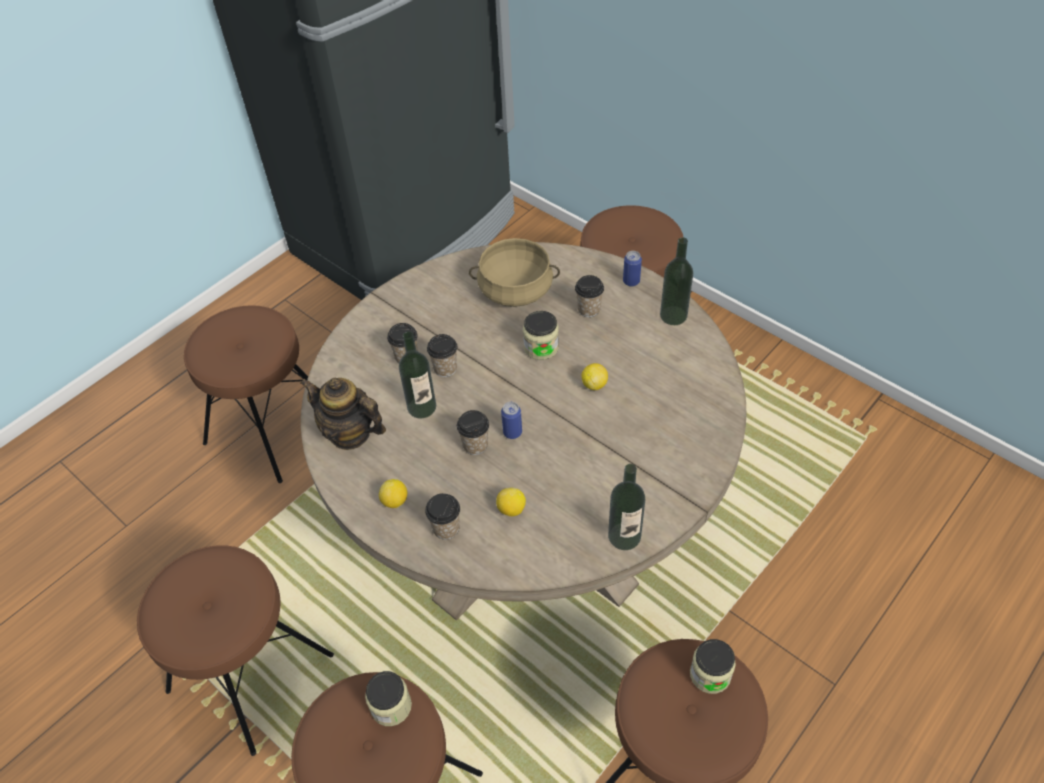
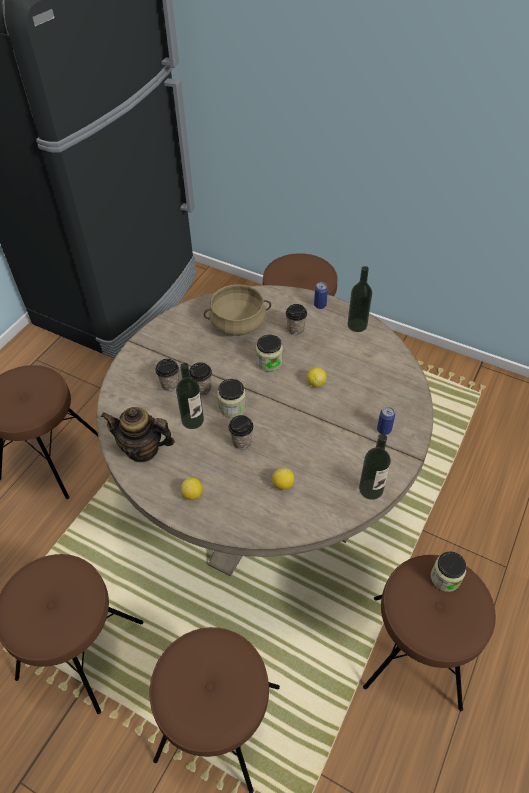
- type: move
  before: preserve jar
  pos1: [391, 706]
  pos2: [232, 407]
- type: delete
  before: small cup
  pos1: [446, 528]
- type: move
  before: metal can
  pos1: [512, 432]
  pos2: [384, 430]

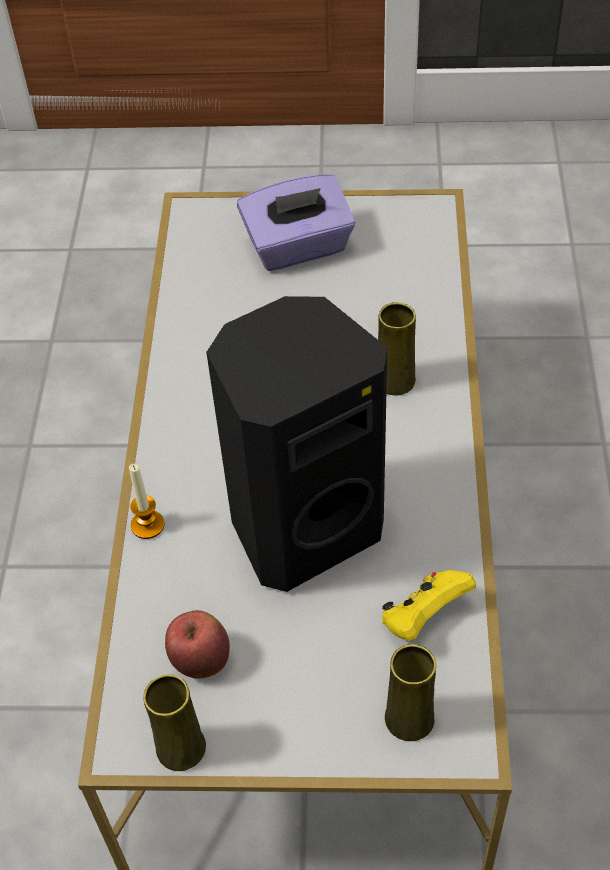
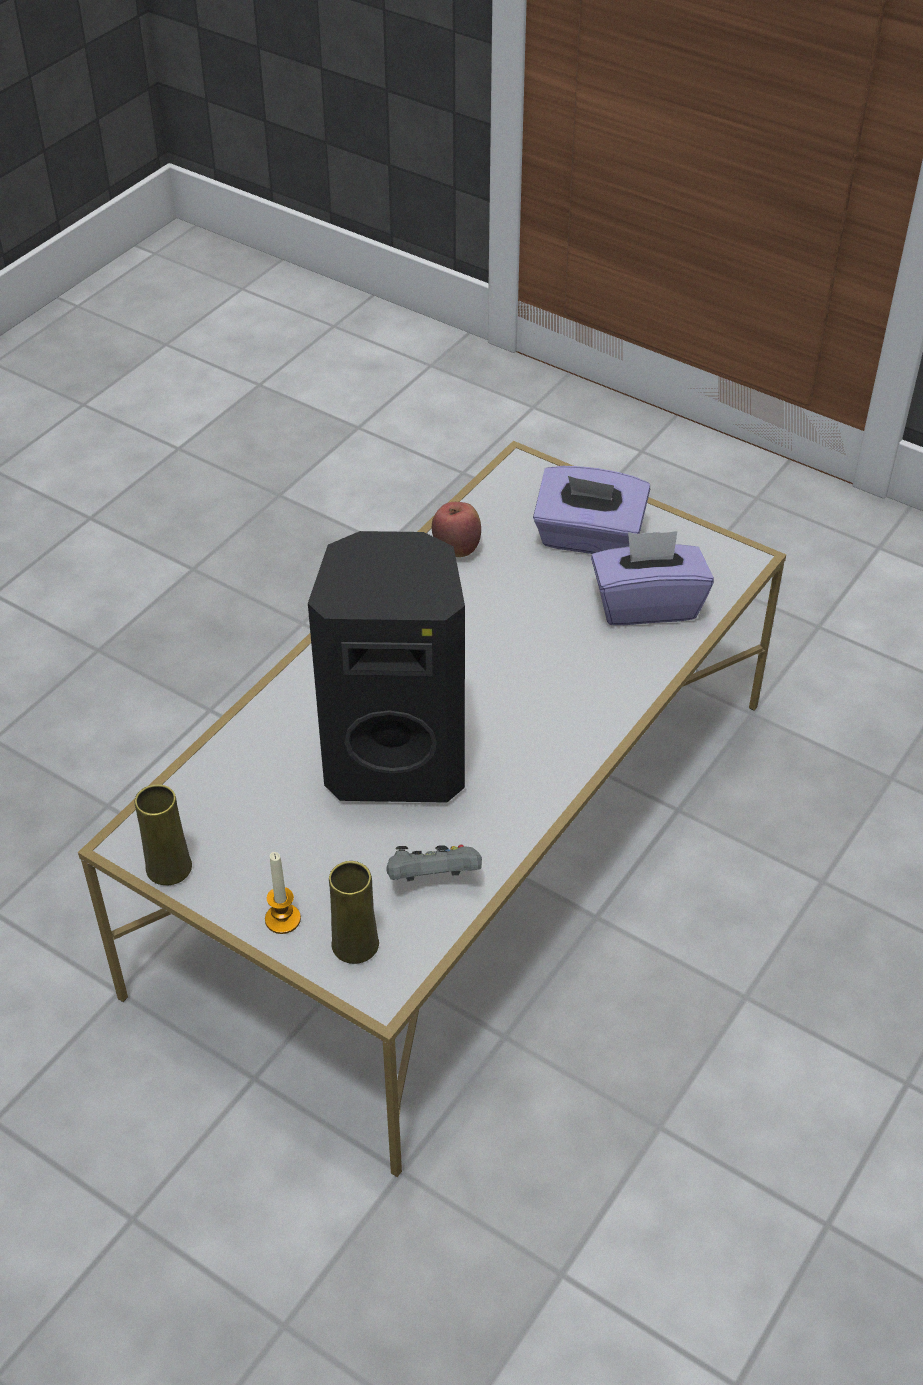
- type: move
  before: wax light
  pos1: [147, 525]
  pos2: [283, 919]
- type: move
  before: whole apple
  pos1: [200, 661]
  pos2: [457, 549]
- type: delete
  before: vase (yellowish)
  pos1: [395, 380]
- type: recolor
  before: joypad (yellowish)
  after: joypad (greyish)
  pos1: [423, 617]
  pos2: [433, 879]
- type: insert
  after: tissue box (purple-coloured)
  pos2: [647, 604]

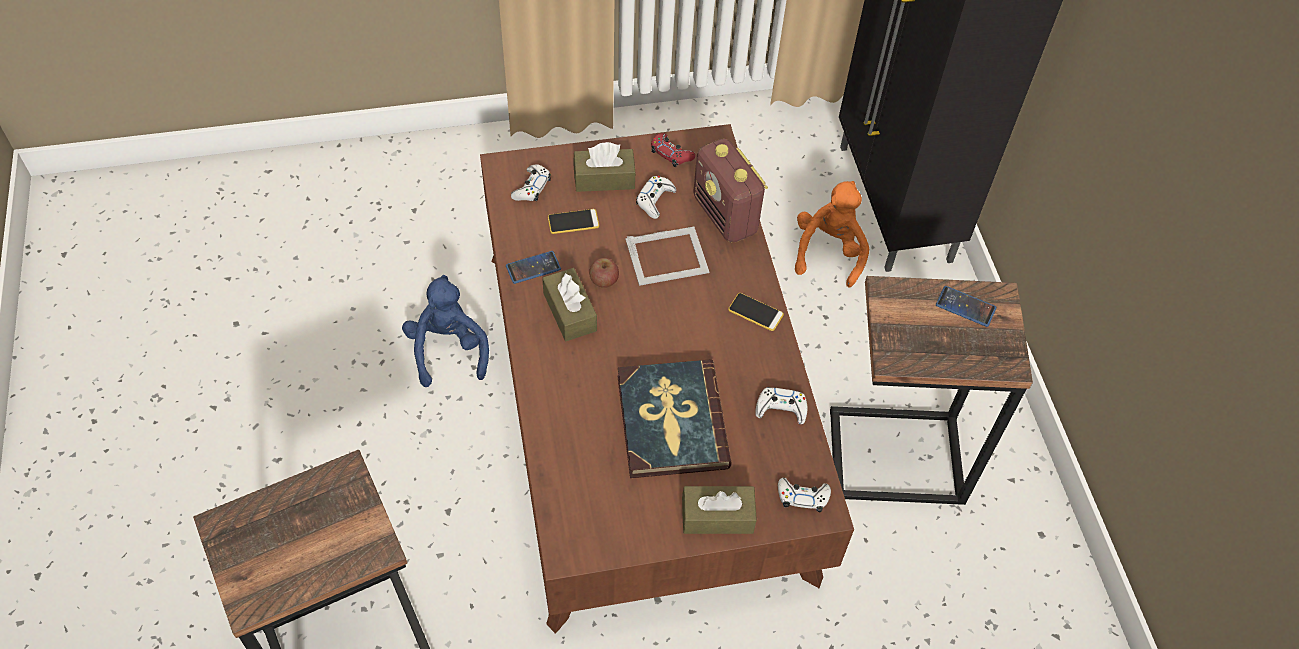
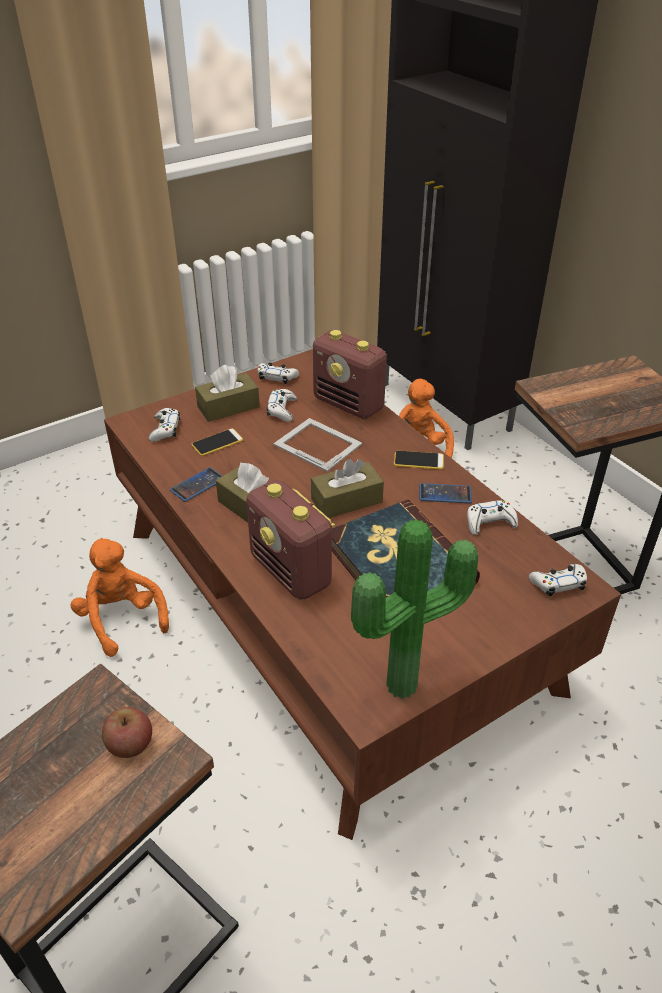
- type: recolor
  before: soft toy (bluish)
  after: soft toy (orangey)
  pos1: [448, 349]
  pos2: [122, 619]
- type: move
  before: whole apple
  pos1: [604, 280]
  pos2: [130, 744]
- type: rotate
  before: standing frame
  pos1: [668, 256]
  pos2: [317, 444]
  turn: -105
- type: recolor
  before: joypad (reddish)
  after: joypad (white-coloured)
  pos1: [671, 154]
  pos2: [277, 377]
- type: move
  before: tissue box (brown)
  pos1: [717, 516]
  pos2: [346, 501]
- type: move
  before: handset
  pos1: [965, 307]
  pos2: [445, 494]
- type: insert
  after: radio receiver
  pos2: [292, 572]
- type: insert
  after: houseplant
  pos2: [406, 689]

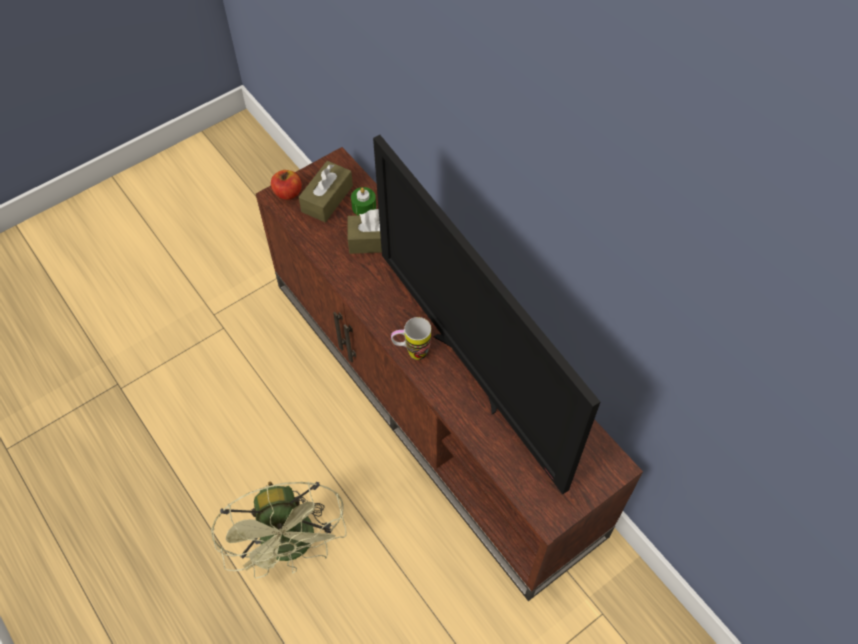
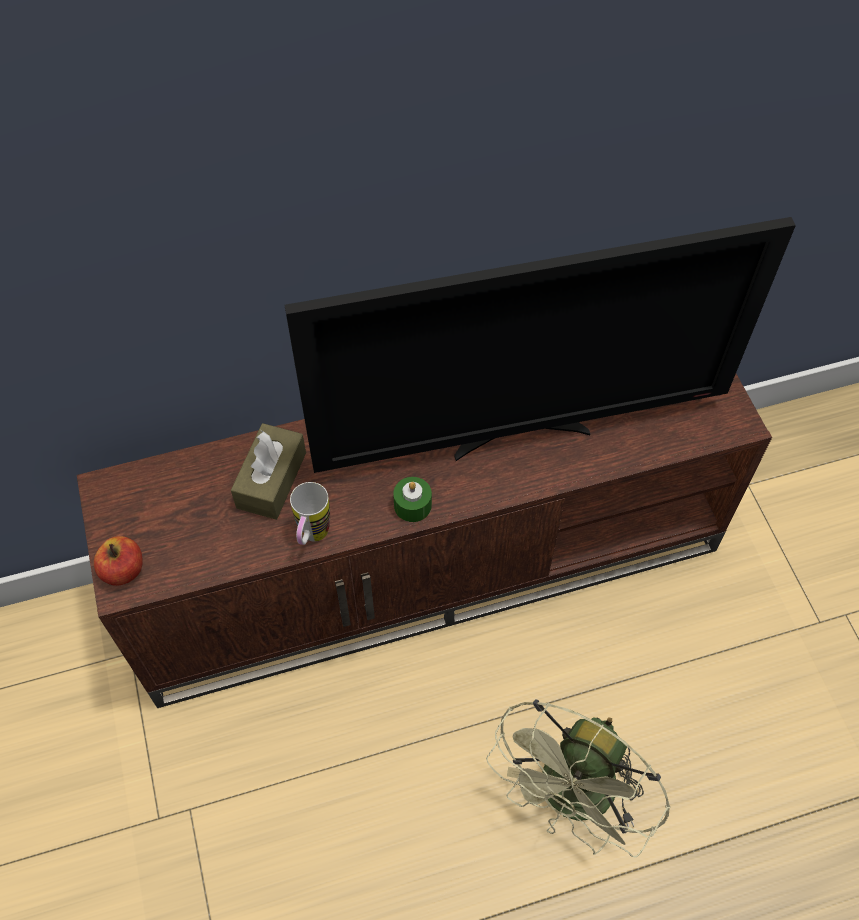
- type: rotate
  before: fan (green)
  pos1: [292, 546]
  pos2: [572, 801]
  turn: 120
- type: delete
  before: tissue box (brown)
  pos1: [327, 198]
- type: move
  before: wax light (green)
  pos1: [364, 207]
  pos2: [412, 505]
- type: move
  before: tea mug
  pos1: [411, 352]
  pos2: [312, 538]

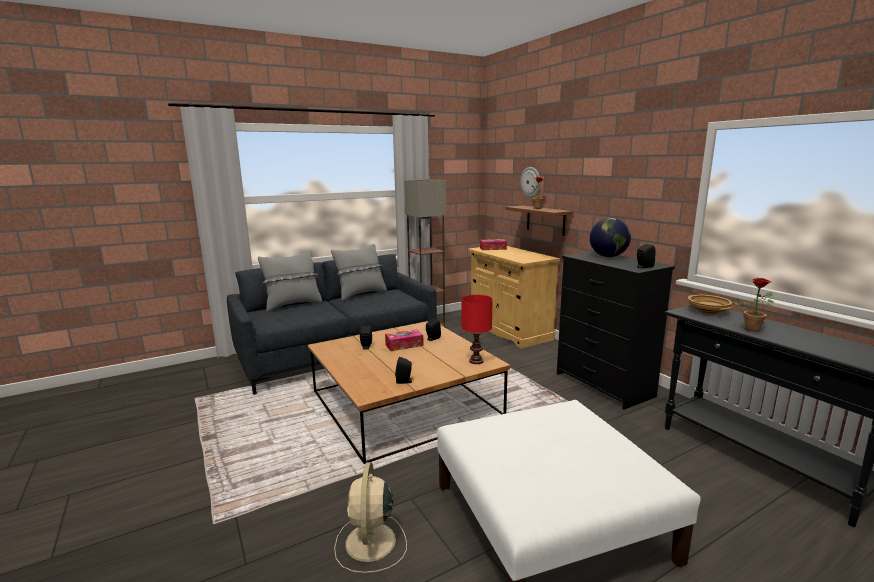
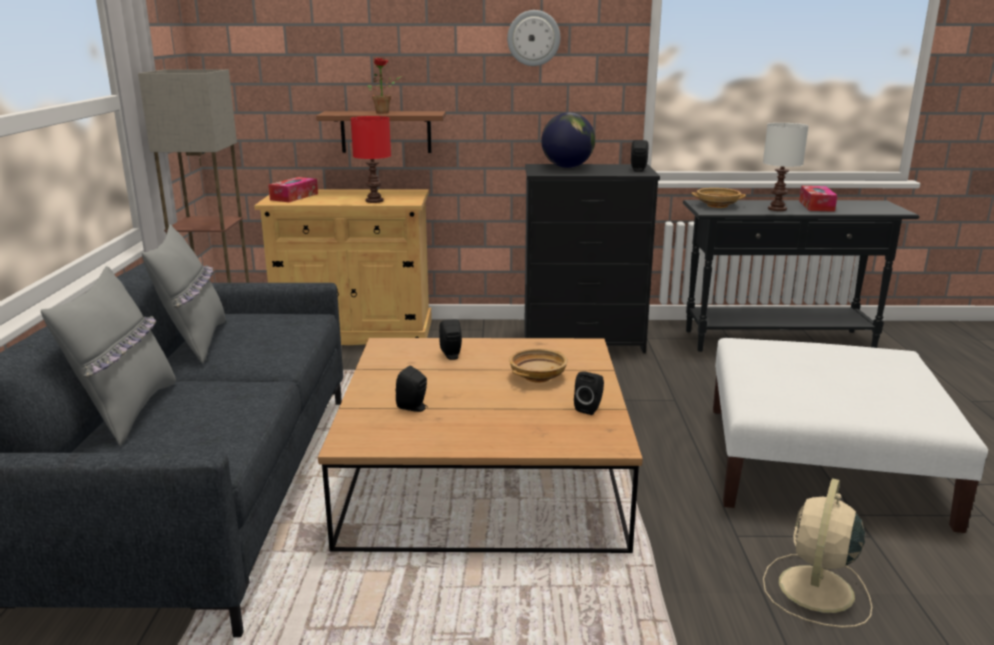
- type: rotate
  before: fan (sand-coloured)
  pos1: [370, 543]
  pos2: [815, 591]
  turn: 90
- type: move
  before: tissue box
  pos1: [404, 345]
  pos2: [816, 206]
- type: move
  before: lamp for a table (reddish)
  pos1: [476, 361]
  pos2: [374, 201]
- type: move
  before: hanging clock
  pos1: [531, 182]
  pos2: [533, 38]
- type: replace
  before: houseplant
  after: lamp for a table (white-coloured)
  pos1: [752, 328]
  pos2: [777, 209]
- type: insert
  after: bowl (sand-coloured)
  pos2: [538, 376]

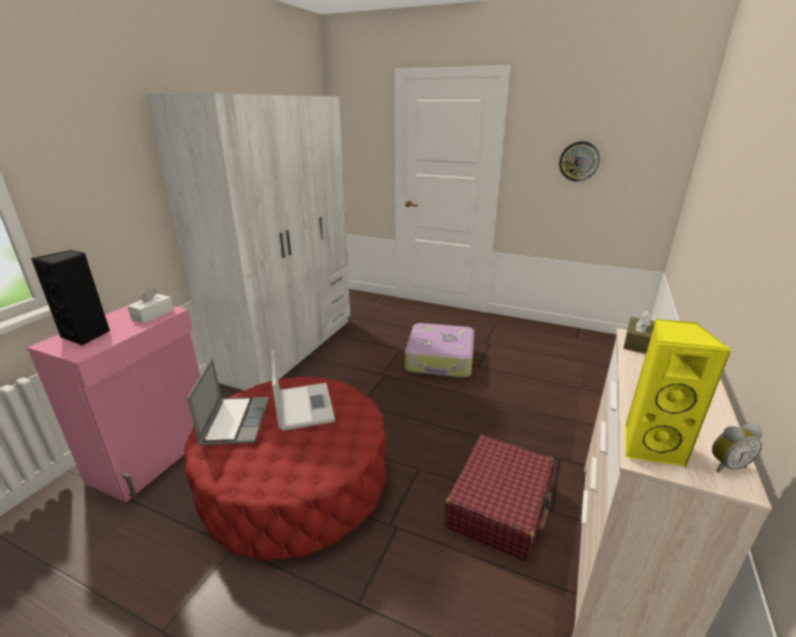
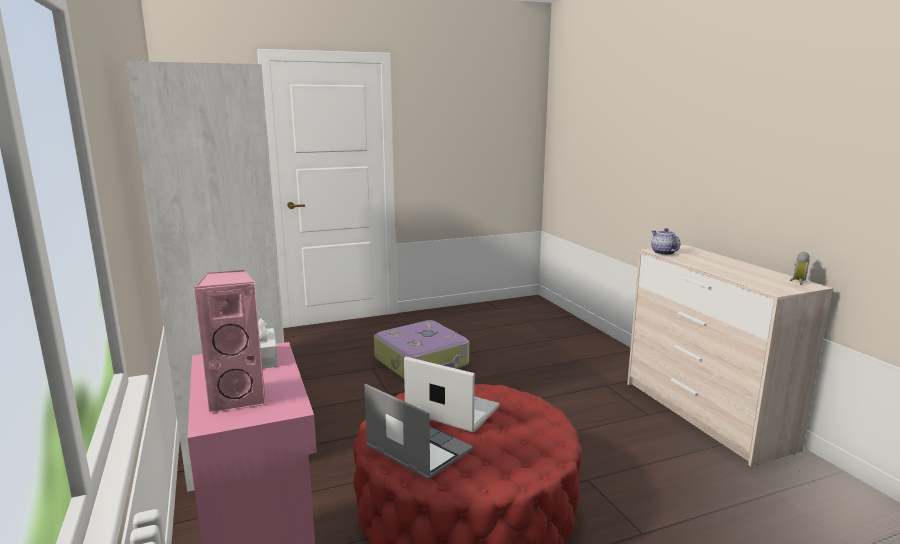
- type: recolor
  before: loudspeaker (blackish)
  after: loudspeaker (pink-coloured)
  pos1: [87, 335]
  pos2: [239, 398]
- type: delete
  before: piece of luggage (reddish)
  pos1: [500, 505]
- type: delete
  before: hanging clock
  pos1: [579, 161]
- type: replace
  before: tissue box (brown)
  after: teapot
  pos1: [637, 342]
  pos2: [663, 252]
- type: delete
  before: loudspeaker (yellowish)
  pos1: [650, 446]

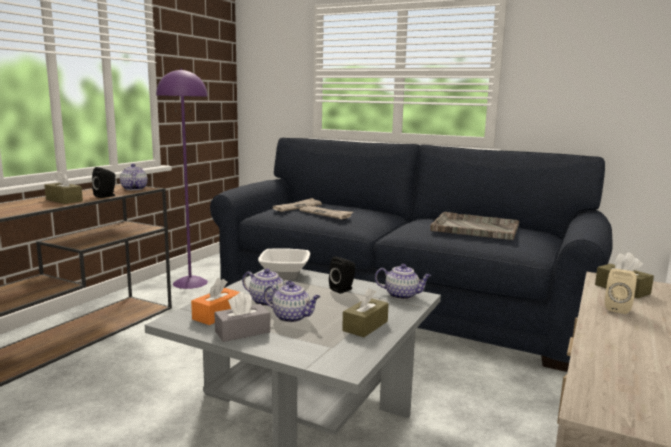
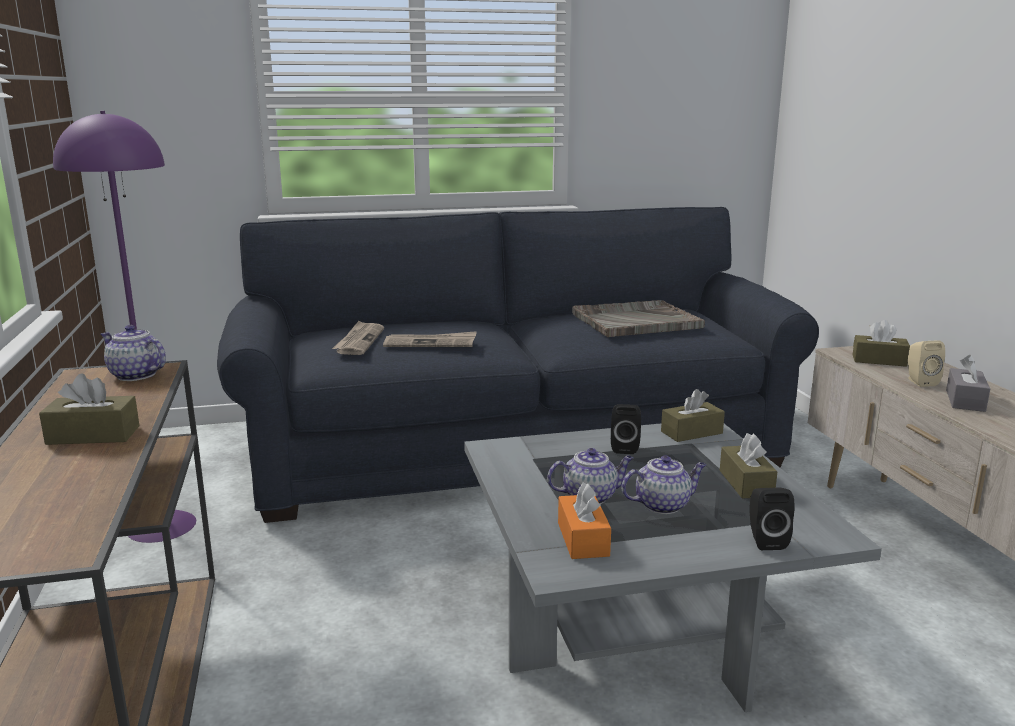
- type: move
  before: loudspeaker (blackish)
  pos1: [106, 196]
  pos2: [765, 540]
- type: move
  before: tissue box (greyish)
  pos1: [242, 332]
  pos2: [965, 400]
- type: delete
  before: bowl
  pos1: [283, 275]
- type: replace
  before: teapot
  after: tissue box (brown)
  pos1: [402, 295]
  pos2: [691, 432]

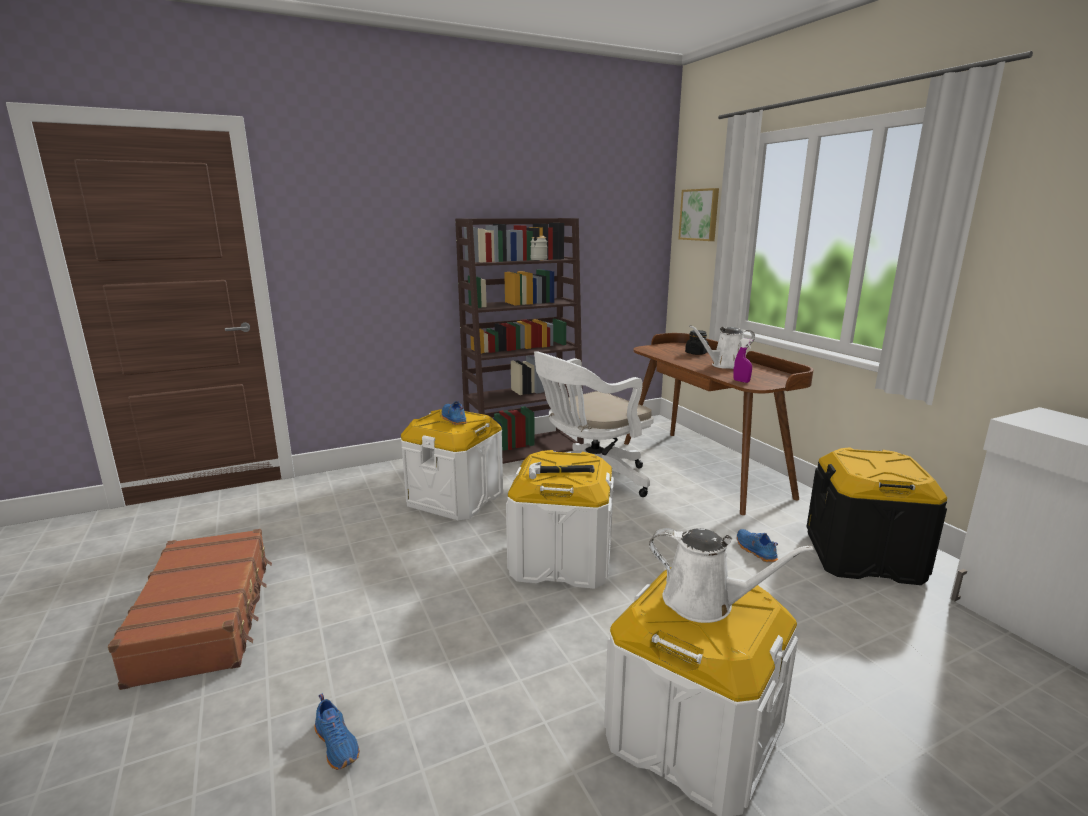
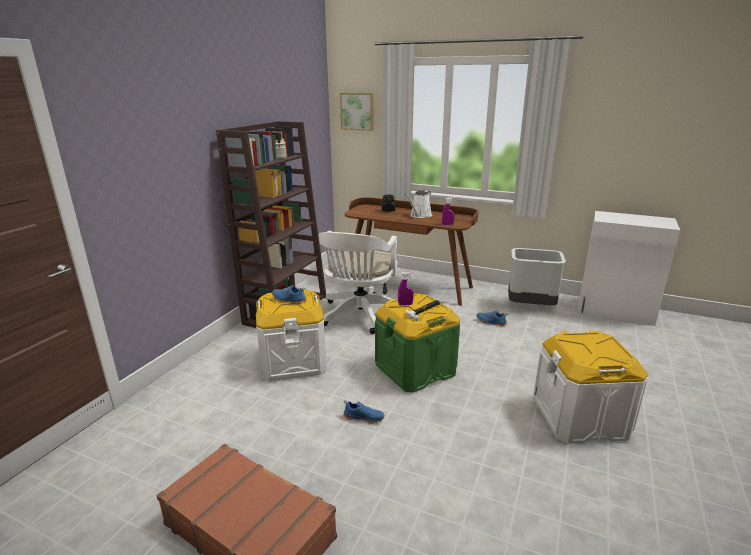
- type: move
  before: shoe (bluish)
  pos1: [338, 744]
  pos2: [364, 417]
- type: recolor
  before: storage bin (white-coloured)
  after: storage bin (green)
  pos1: [561, 560]
  pos2: [415, 369]
- type: delete
  before: watering can (white-coloured)
  pos1: [705, 603]
- type: replace
  before: storage bin (blackish)
  after: rubbish bin (greyish)
  pos1: [863, 556]
  pos2: [531, 306]
- type: insert
  after: spray bottle (purple-coloured)
  pos2: [405, 304]

